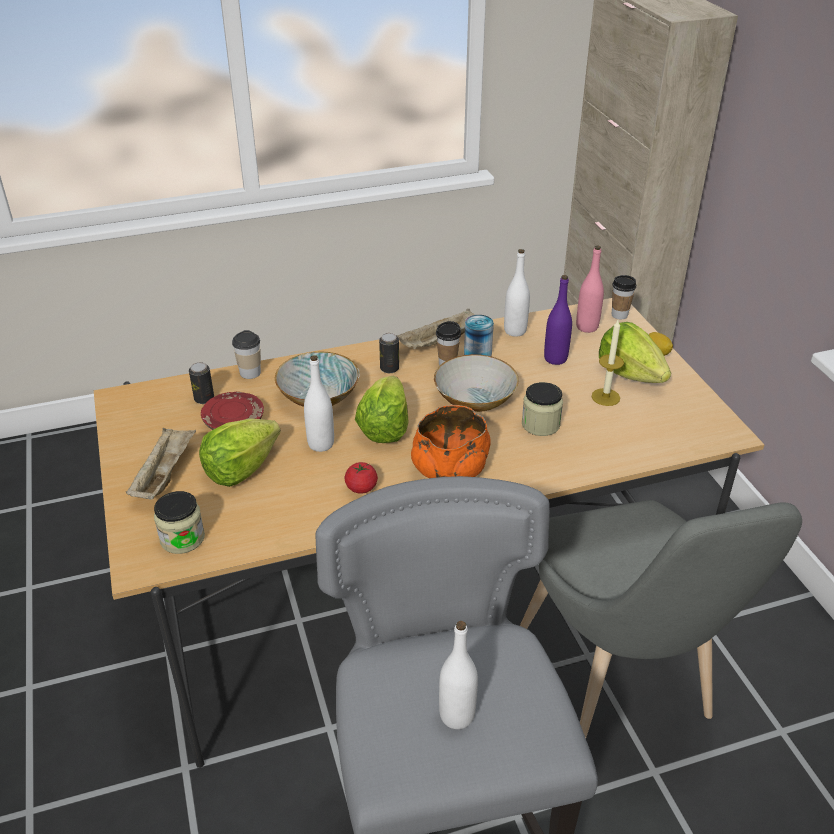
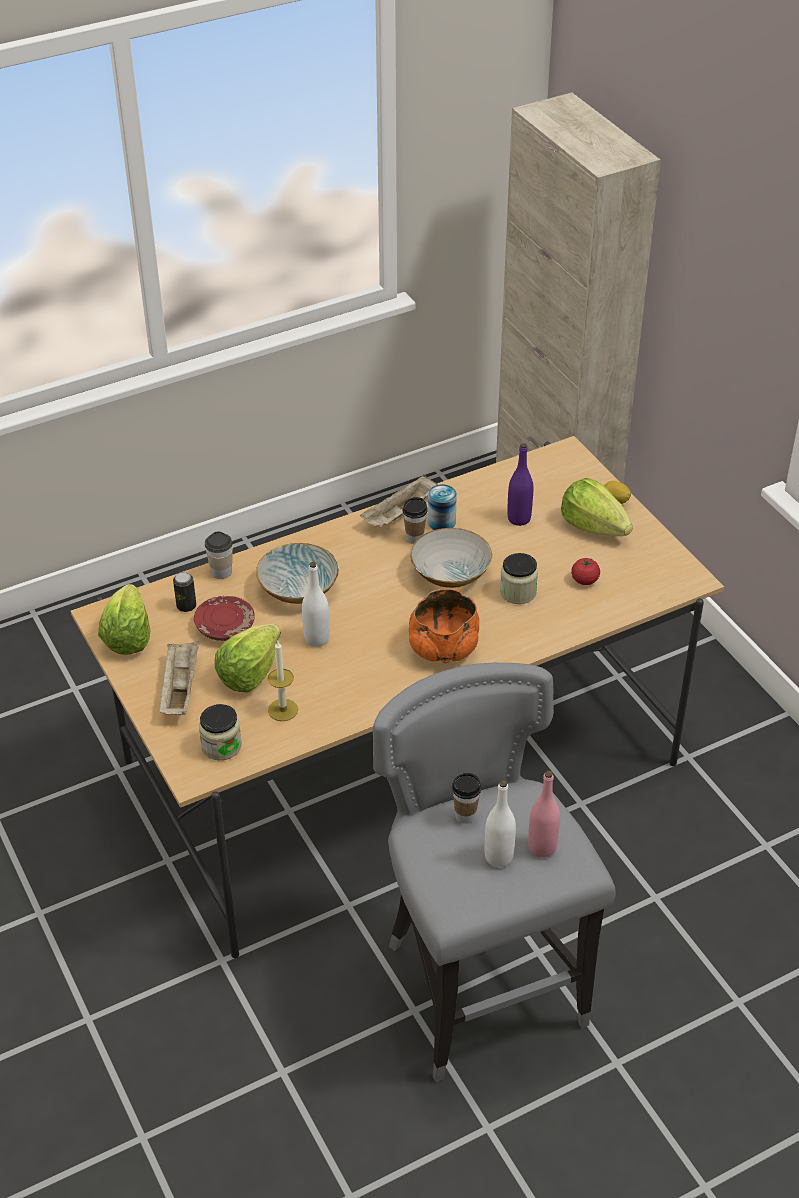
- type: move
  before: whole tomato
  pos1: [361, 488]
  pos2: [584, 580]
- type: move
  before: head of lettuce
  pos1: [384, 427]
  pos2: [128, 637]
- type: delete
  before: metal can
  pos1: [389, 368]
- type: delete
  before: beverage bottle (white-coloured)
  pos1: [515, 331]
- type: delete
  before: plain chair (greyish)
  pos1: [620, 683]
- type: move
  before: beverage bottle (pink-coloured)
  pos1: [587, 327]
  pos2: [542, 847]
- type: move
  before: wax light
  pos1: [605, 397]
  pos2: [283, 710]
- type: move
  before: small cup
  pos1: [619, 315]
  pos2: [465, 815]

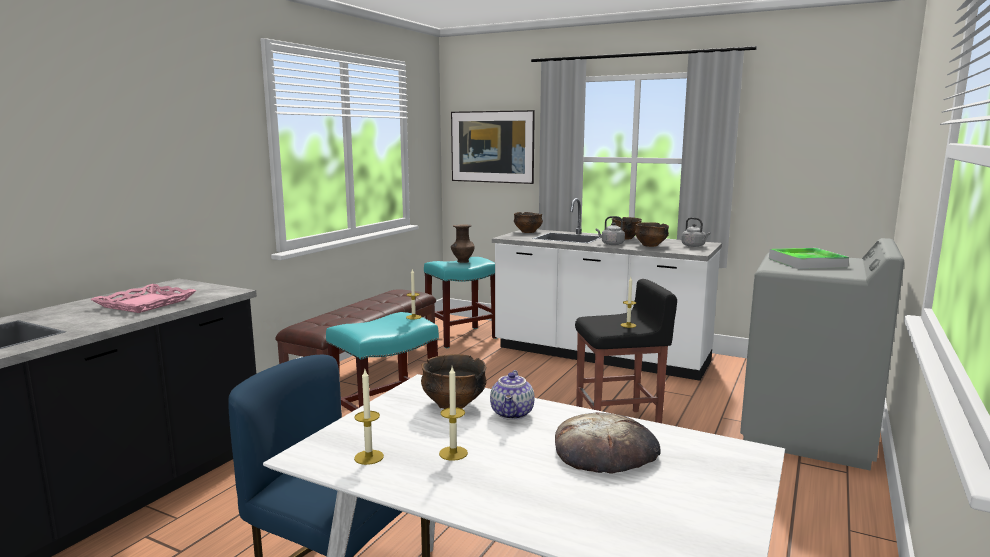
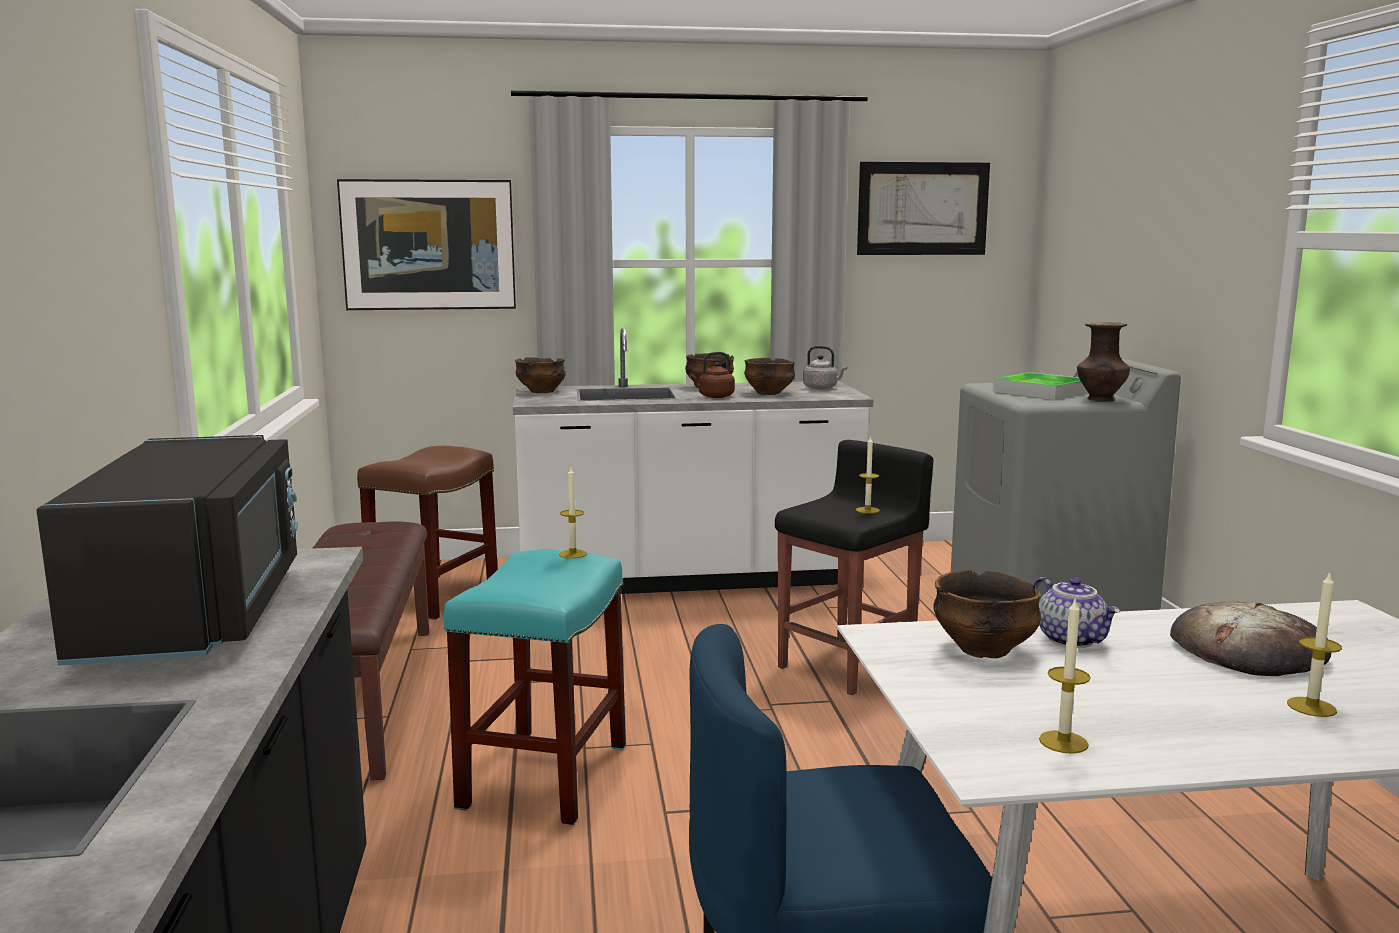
- type: replace
  before: serving tray (pink-coloured)
  after: microwave oven (blackish)
  pos1: [145, 303]
  pos2: [200, 612]
- type: recolor
  before: sitting stool (blue-green)
  after: sitting stool (brown)
  pos1: [461, 337]
  pos2: [434, 597]
- type: move
  before: wax light
  pos1: [453, 453]
  pos2: [1311, 707]
- type: move
  before: vase (brown)
  pos1: [462, 261]
  pos2: [1100, 400]
- type: recolor
  before: kettle (greyish)
  after: kettle (brown)
  pos1: [611, 244]
  pos2: [714, 396]
- type: insert
  after: wall picture
  pos2: [923, 208]

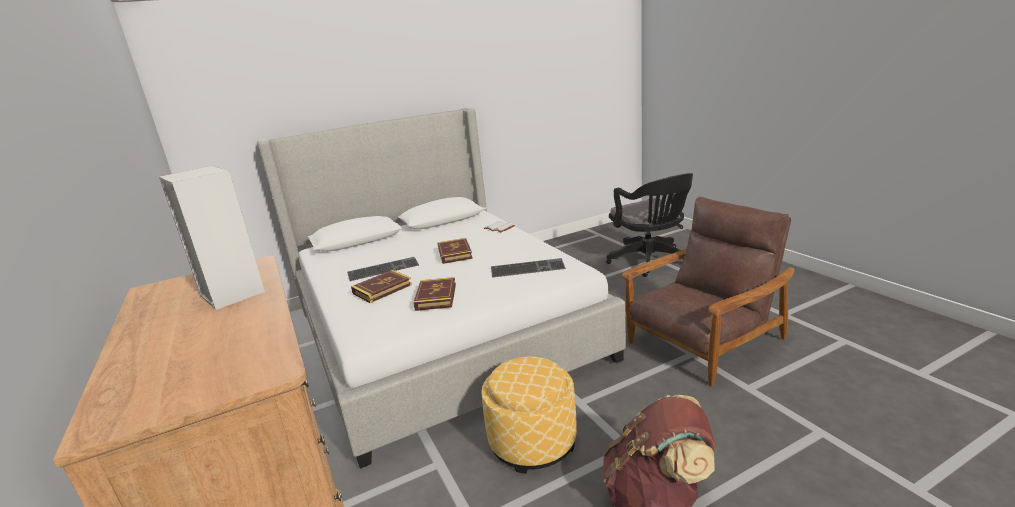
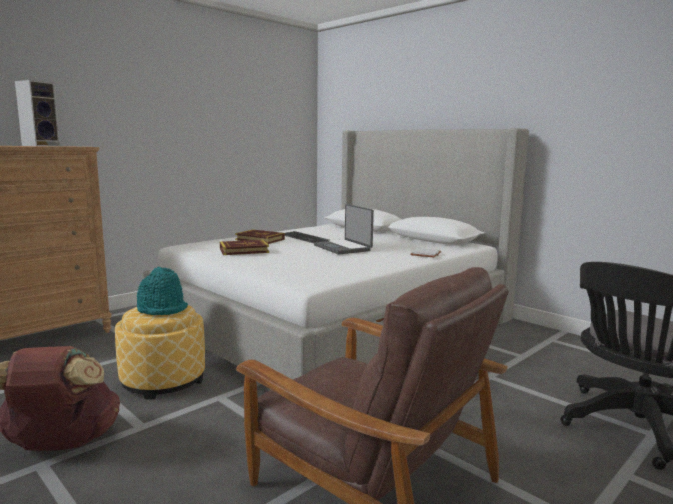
- type: replace
  before: volume
  after: portable computer
  pos1: [454, 253]
  pos2: [343, 248]
- type: delete
  before: PC keyboard
  pos1: [528, 267]
- type: insert
  after: wearable hat (blue-green)
  pos2: [162, 309]

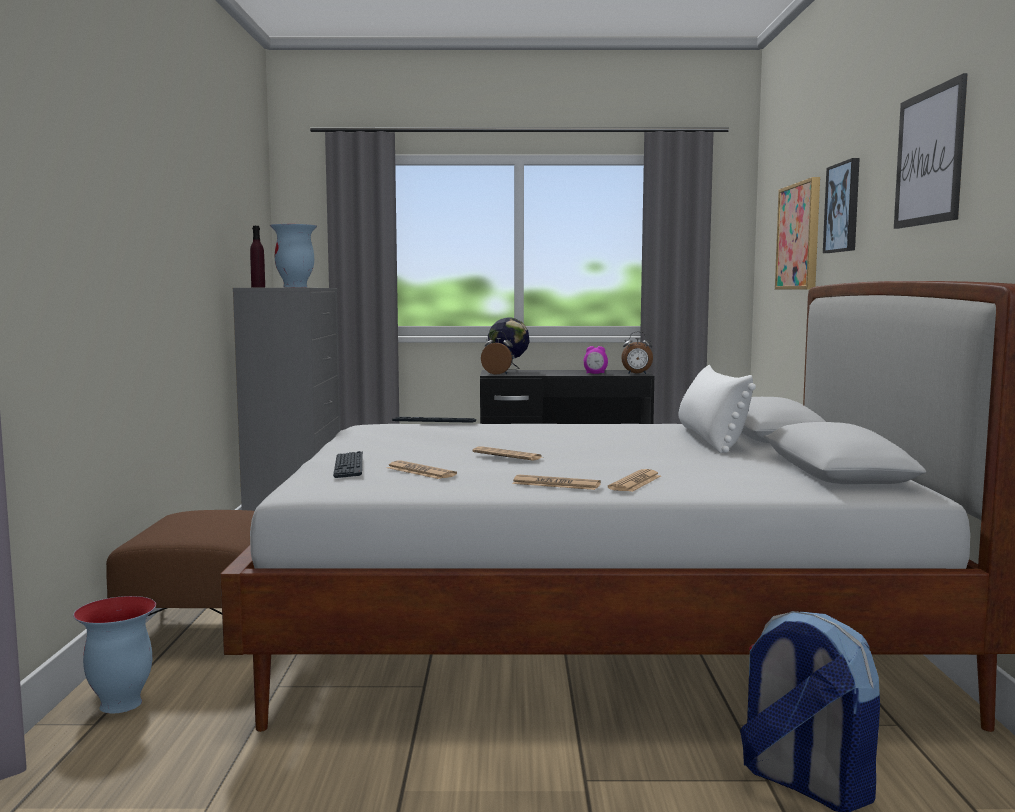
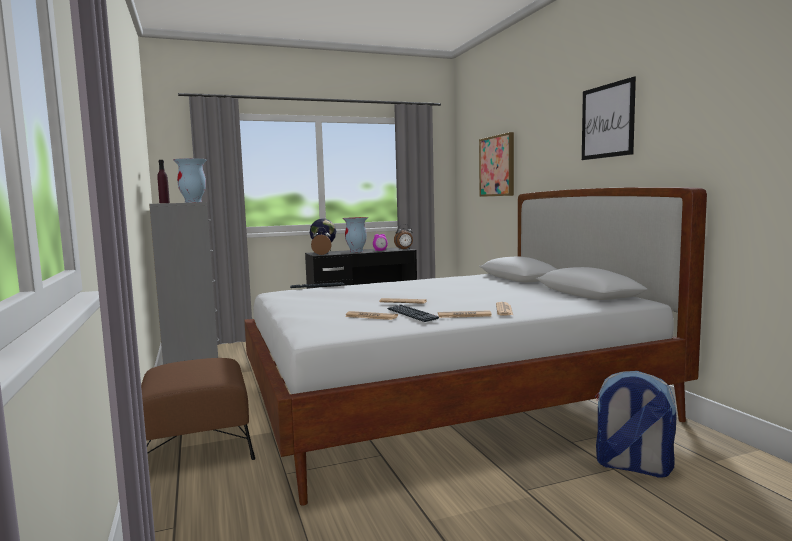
- type: move
  before: vase
  pos1: [120, 704]
  pos2: [356, 251]
- type: move
  before: PC keyboard
  pos1: [348, 466]
  pos2: [411, 314]
- type: delete
  before: throw pillow (white-coloured)
  pos1: [711, 439]
- type: delete
  before: wall picture
  pos1: [843, 207]

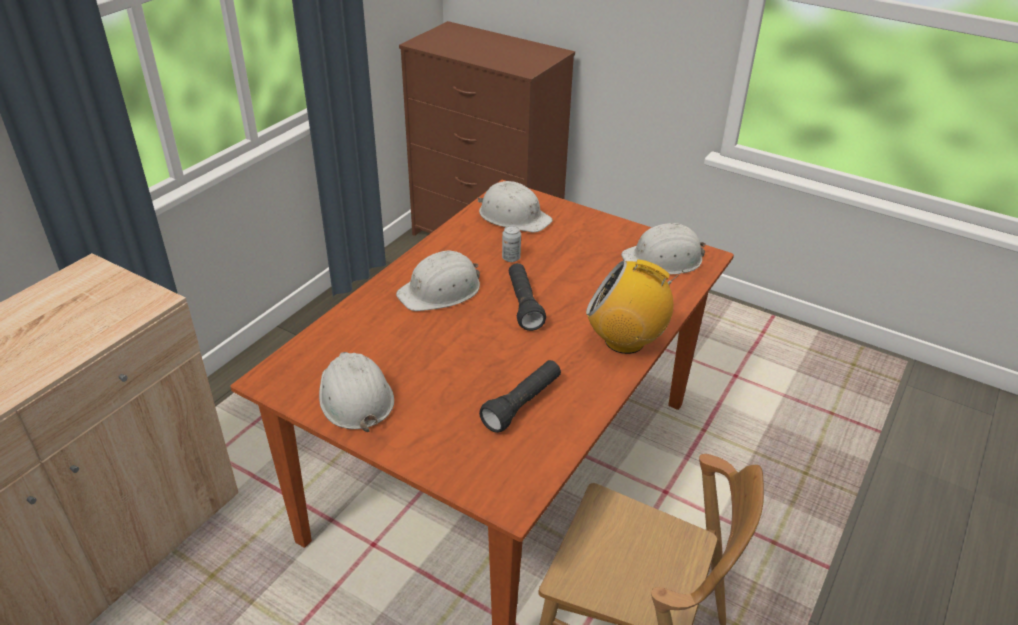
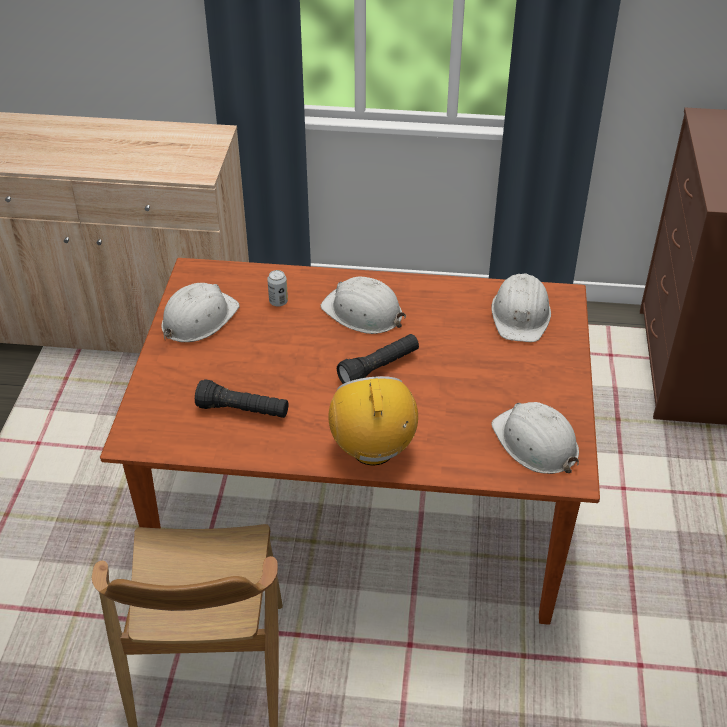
- type: move
  before: metal can
  pos1: [511, 258]
  pos2: [278, 302]

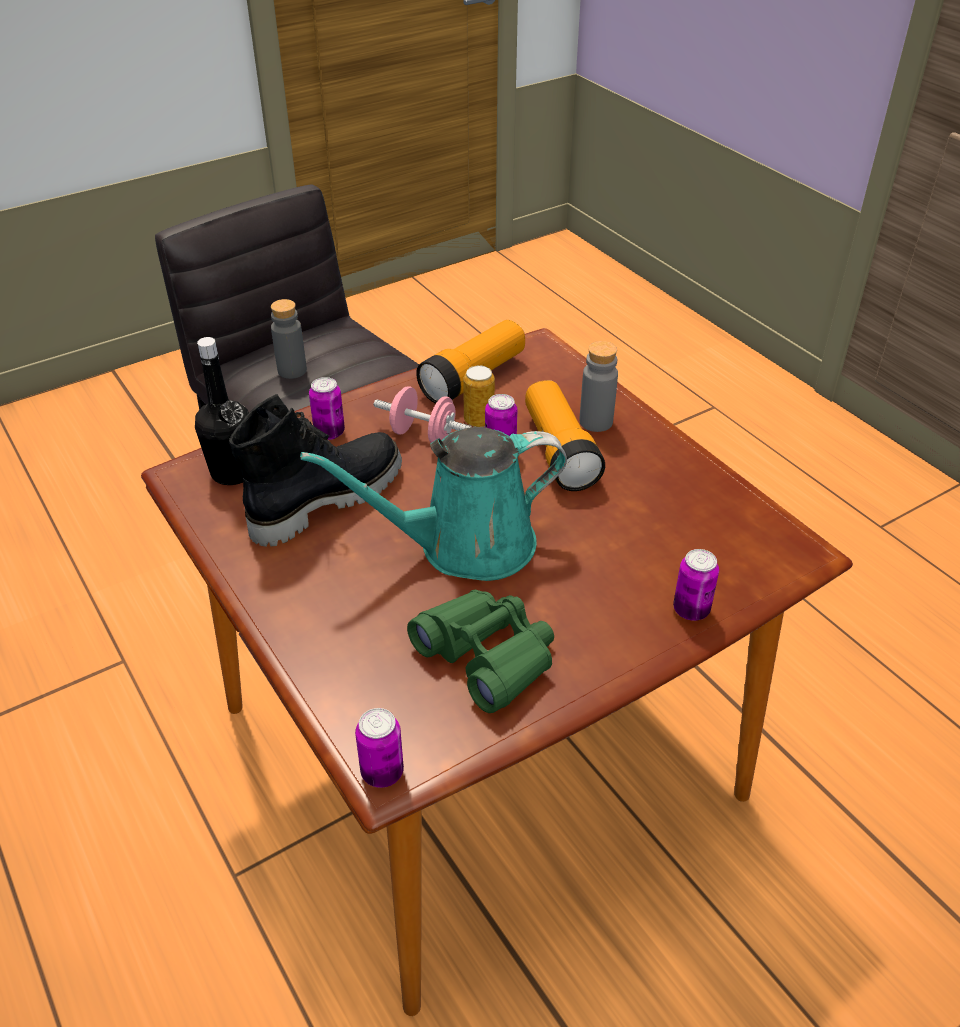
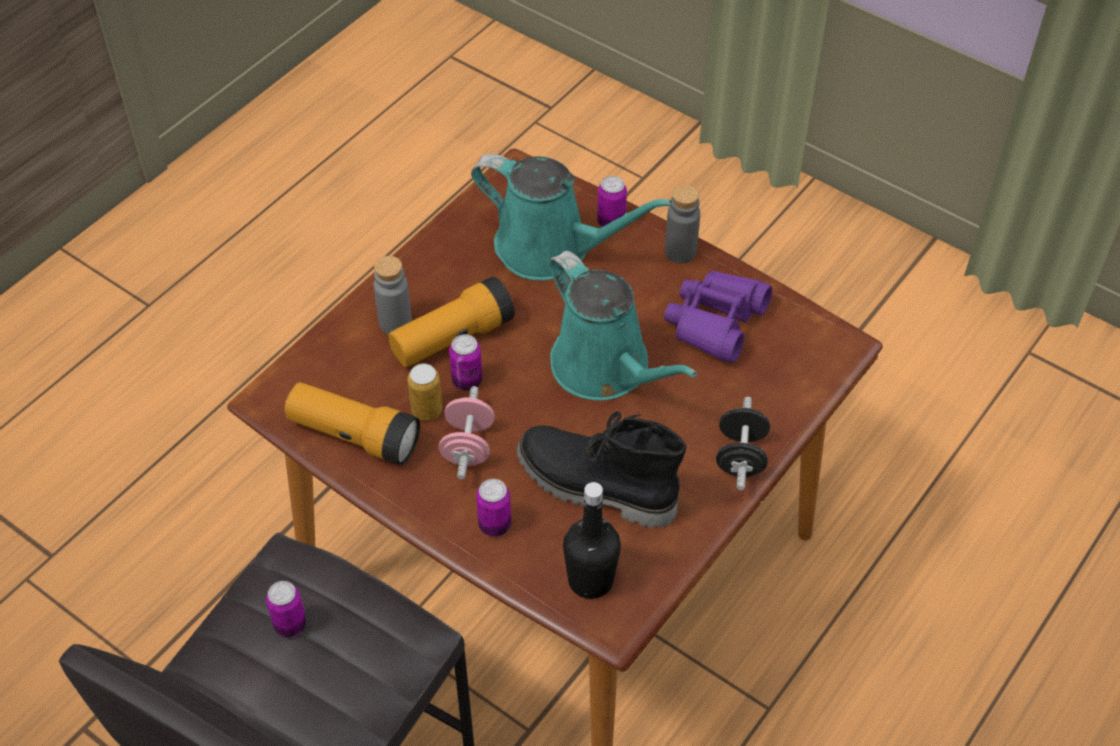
- type: move
  before: beverage bottle (greyish)
  pos1: [292, 370]
  pos2: [680, 252]
- type: move
  before: metal can
  pos1: [382, 772]
  pos2: [290, 624]
- type: recolor
  before: binoculars (green)
  after: binoculars (purple-coloured)
  pos1: [487, 656]
  pos2: [715, 322]
- type: insert
  after: watering can (blue-green)
  pos2: [551, 249]
- type: insert
  after: free weight (blackish)
  pos2: [740, 457]

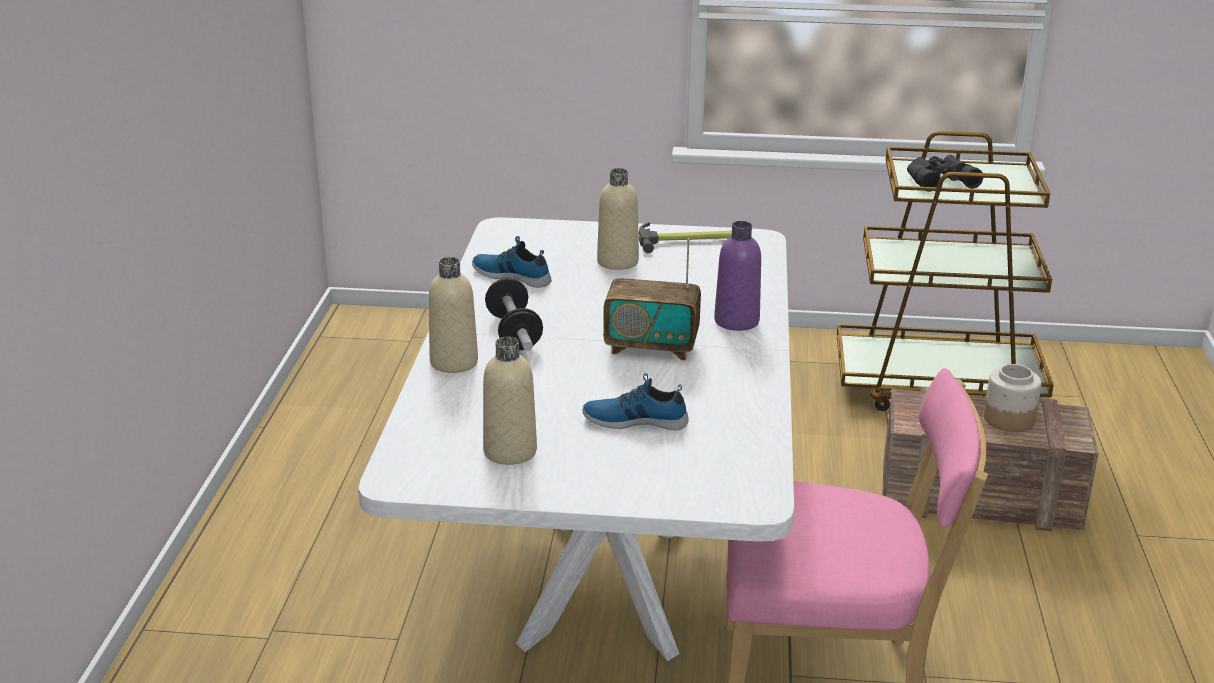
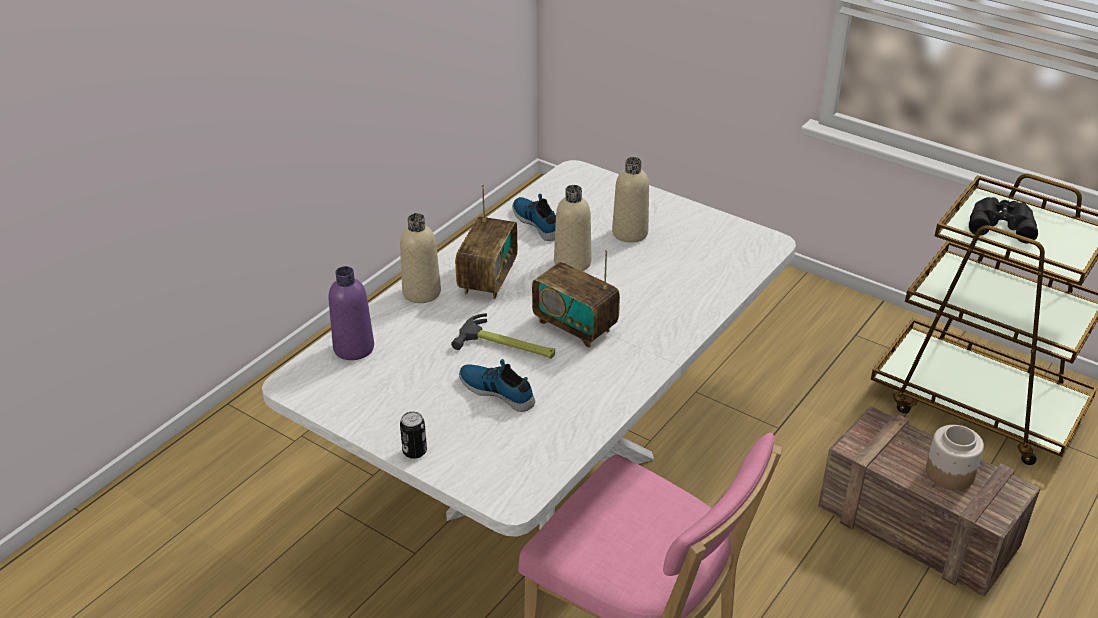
- type: move
  before: beverage bottle (sand-coloured)
  pos1: [510, 451]
  pos2: [572, 262]
- type: replace
  before: free weight
  after: radio receiver
  pos1: [514, 333]
  pos2: [488, 279]
- type: move
  before: hand hammer
  pos1: [688, 241]
  pos2: [508, 345]
- type: move
  before: beverage bottle (purple-coloured)
  pos1: [736, 321]
  pos2: [354, 348]
- type: insert
  after: metal can
  pos2: [414, 451]

